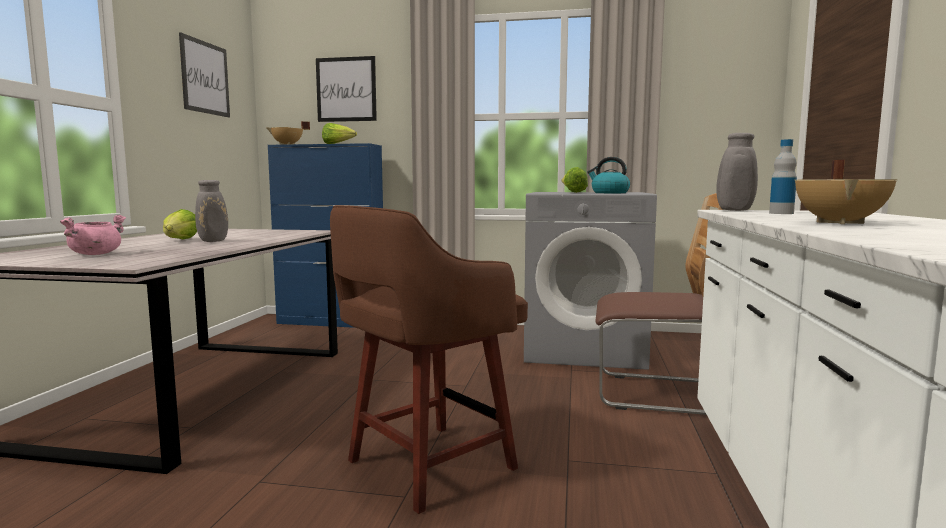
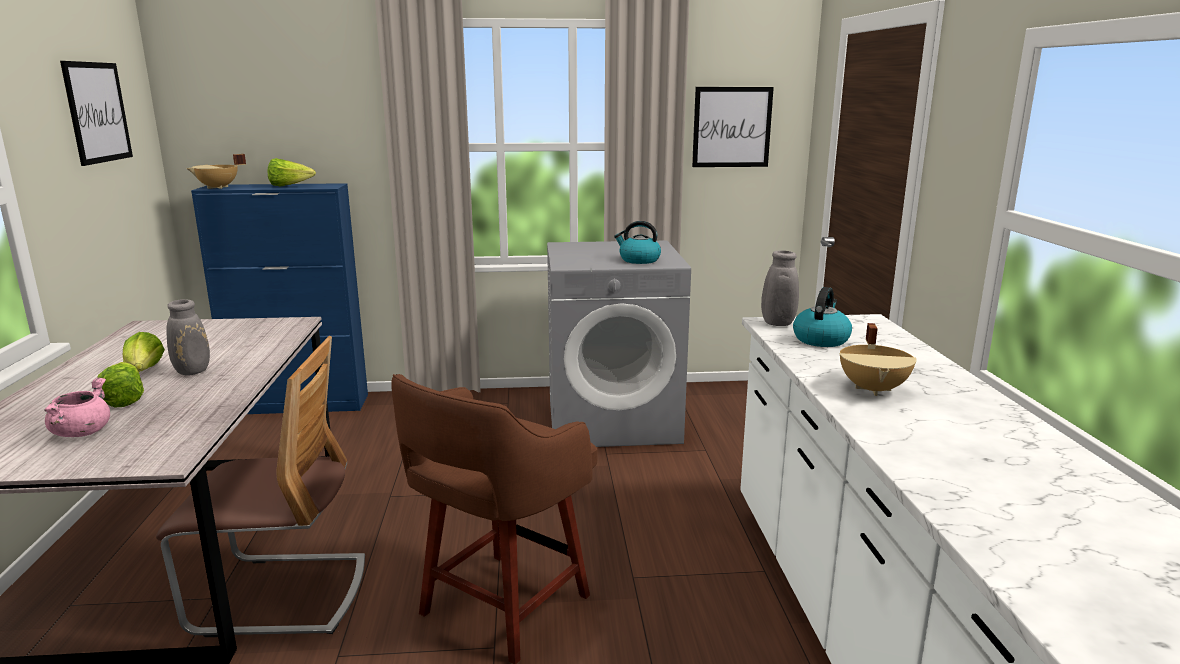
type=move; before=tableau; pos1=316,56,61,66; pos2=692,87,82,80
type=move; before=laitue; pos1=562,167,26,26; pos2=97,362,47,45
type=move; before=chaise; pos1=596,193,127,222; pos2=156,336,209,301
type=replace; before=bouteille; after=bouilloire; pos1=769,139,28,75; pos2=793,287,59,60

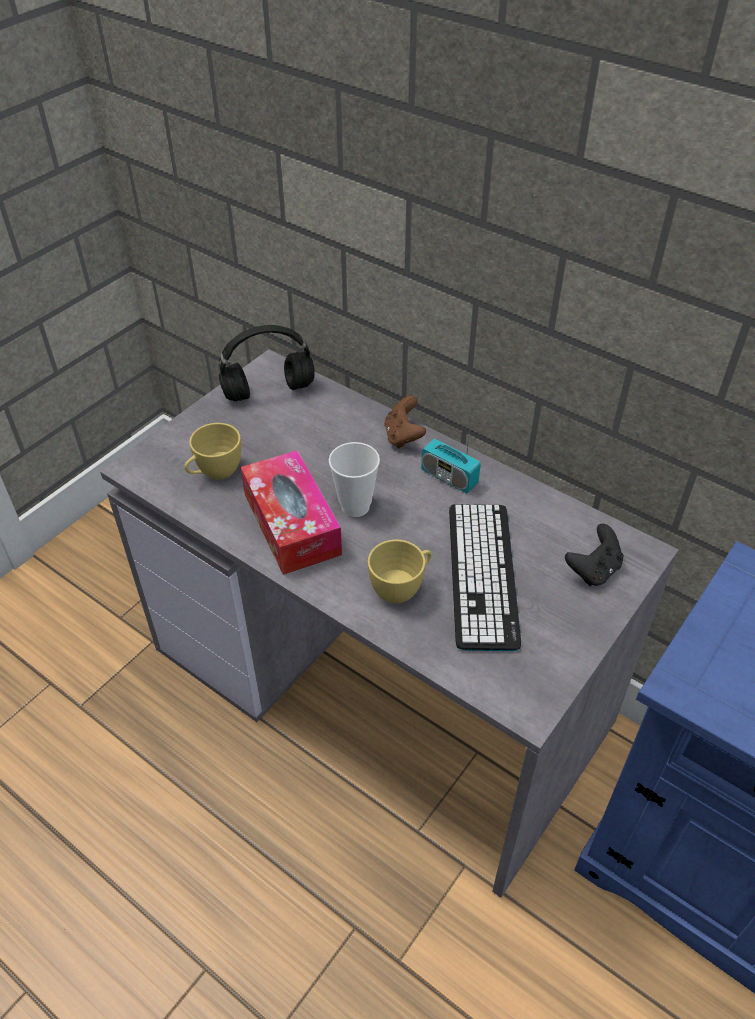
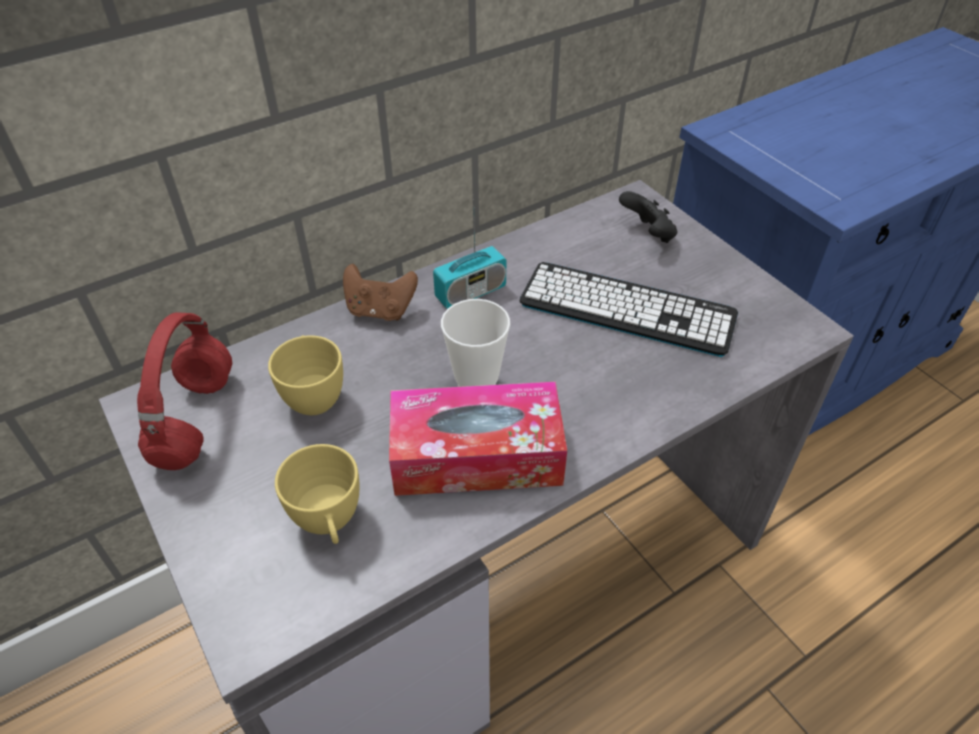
type=recolor; before=casque audio [noir]; after=casque audio [rouge]; pos1=219,325,96,77; pos2=137,312,95,158
type=move; before=tasse [jaune]; pos1=368,540,64,64; pos2=268,335,75,80

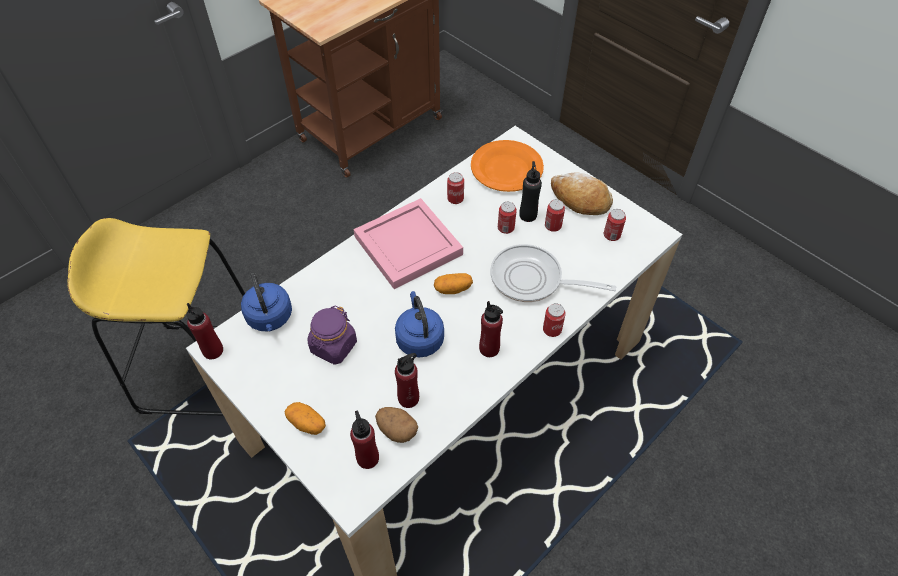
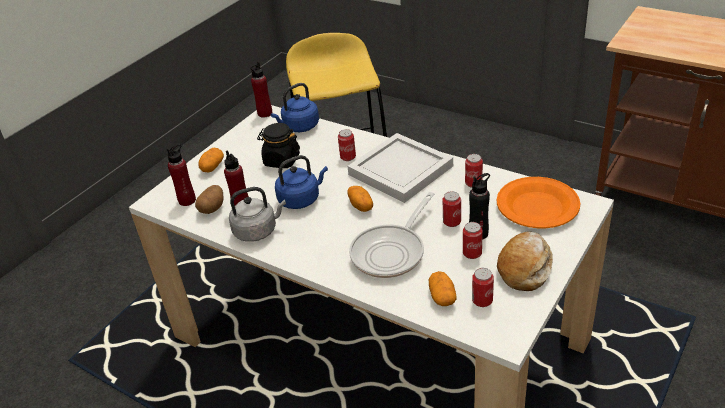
type=recolor; before=bocal [violet]; after=bocal [noir]; pos1=308,305,49,60; pos2=257,123,43,45
type=recolor; before=plateau [rose]; after=plateau [blanc]; pos1=353,198,110,91; pos2=347,133,106,70
type=delete; before=bouteille [rouge]; pos1=479,301,24,56
type=rotate; before=poêle; pos1=490,244,127,58; pos2=349,192,85,86; turn=-150
type=move; before=boîte métallique; pos1=543,303,23,34; pos2=338,129,18,32
type=insert; after=bouilloire [gris]; pos2=229,187,57,55
type=insert; after=pomme de terre; pos2=429,271,28,35

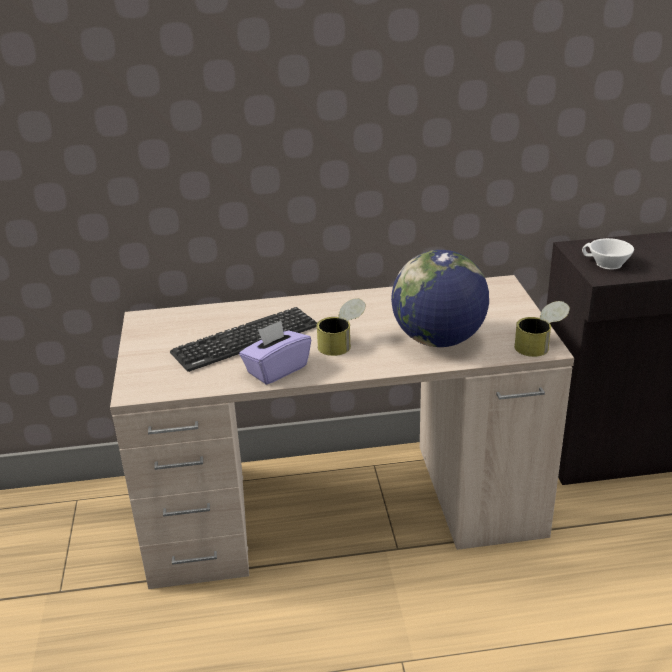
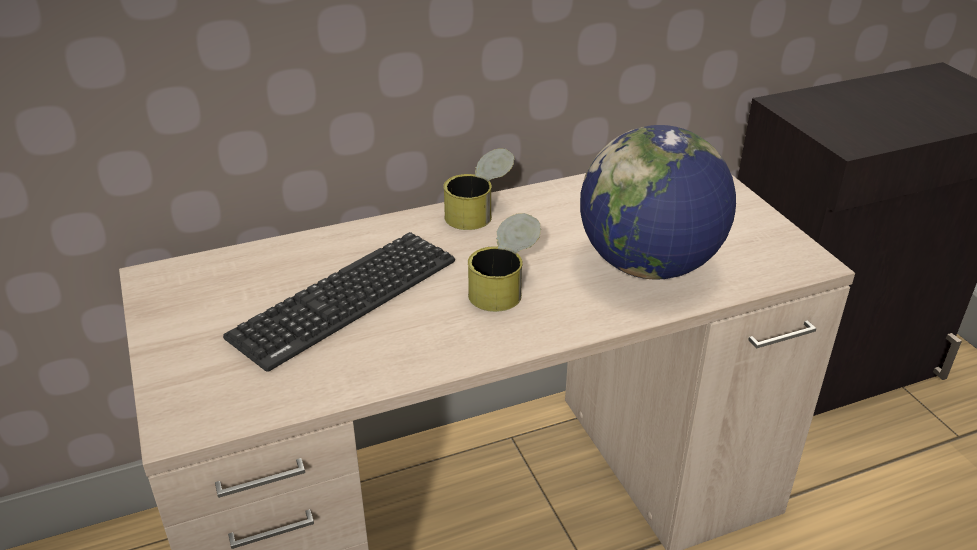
type=delete; before=boîte à mouchoirs [violet]; pos1=239,321,72,64
type=move; before=boîte métallique; pos1=514,301,56,56; pos2=443,148,72,82
type=delete; before=tasse [blanc]; pos1=582,238,52,32

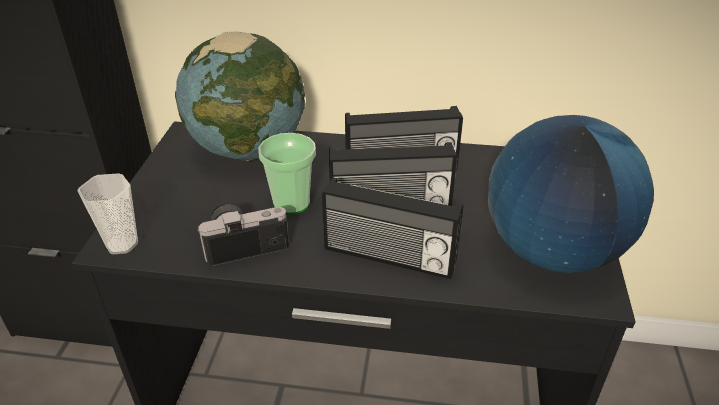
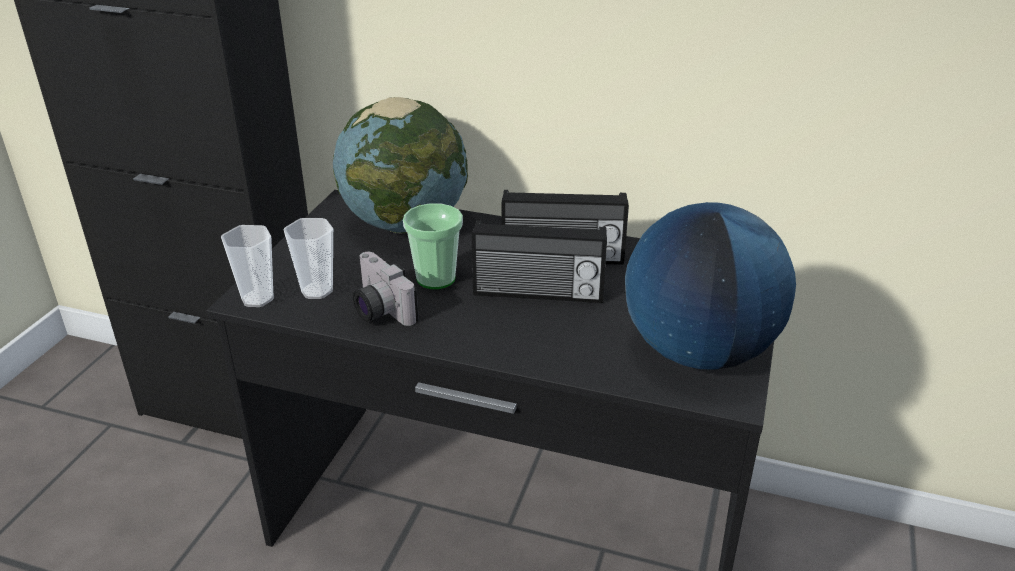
type=rotate; before=appareil photo; pos1=197,203,92,63; pos2=353,252,66,74; turn=-120
type=delete; before=radio; pos1=322,178,141,101
type=insert; after=tasse; pos2=284,218,49,81

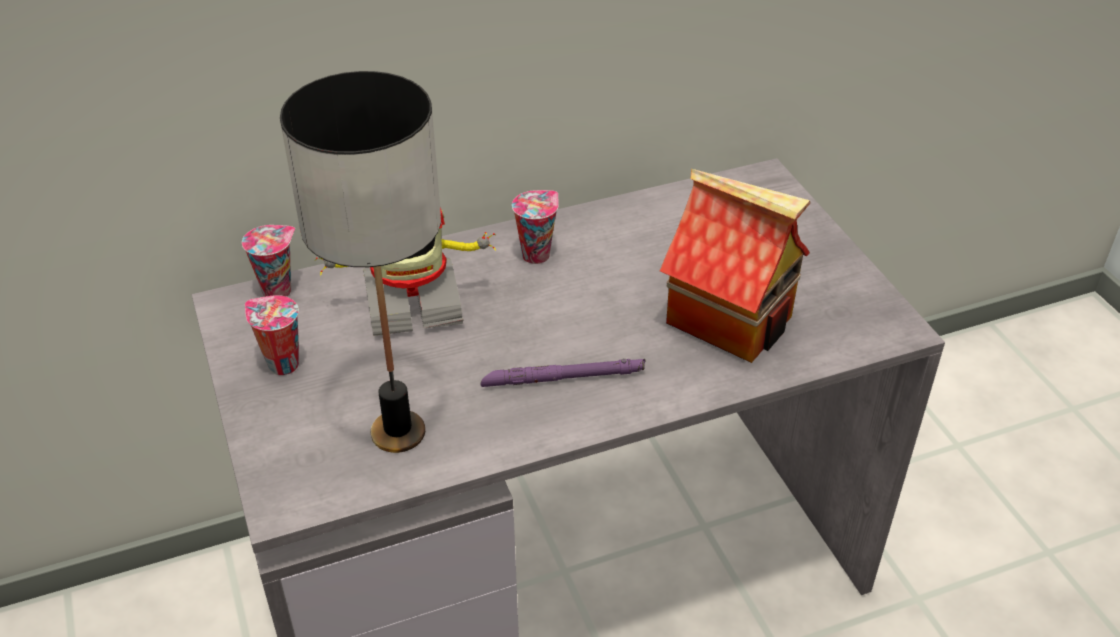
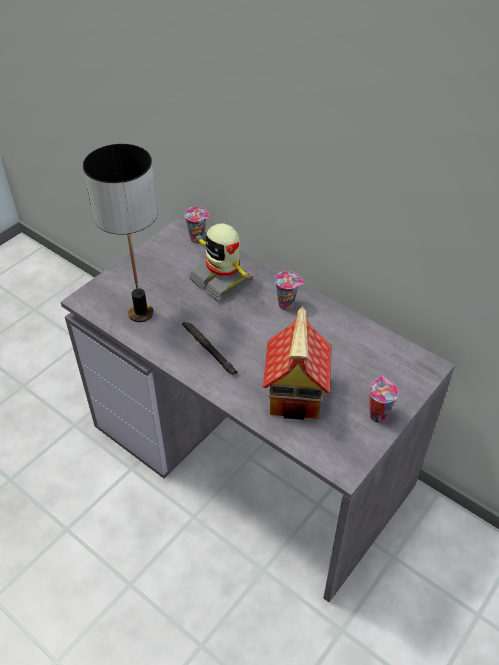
type=move; before=tasse; pos1=245,295,54,80; pos2=369,376,29,47
type=recolor; before=lampe de poche [violet]; after=lampe de poche [noir]; pos1=481,358,164,29; pos2=182,322,56,53

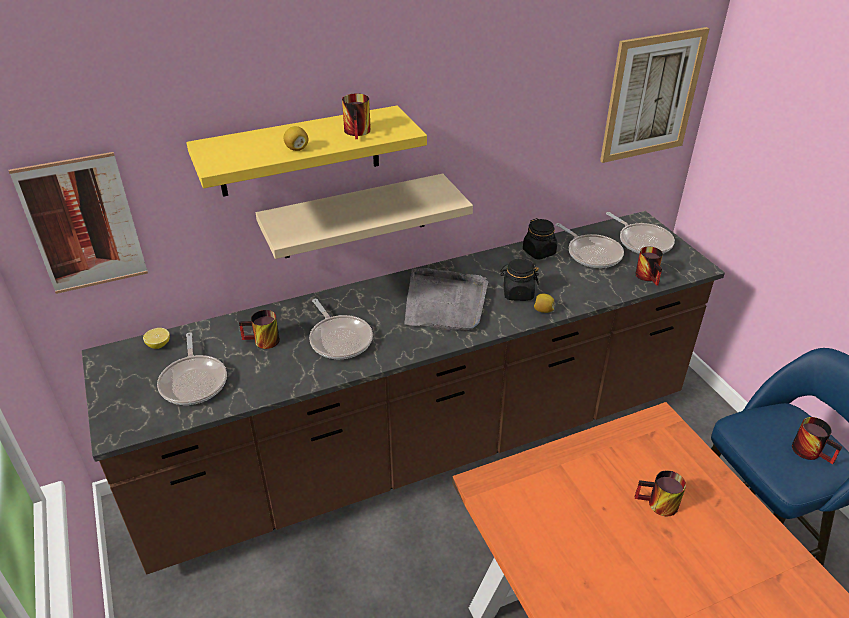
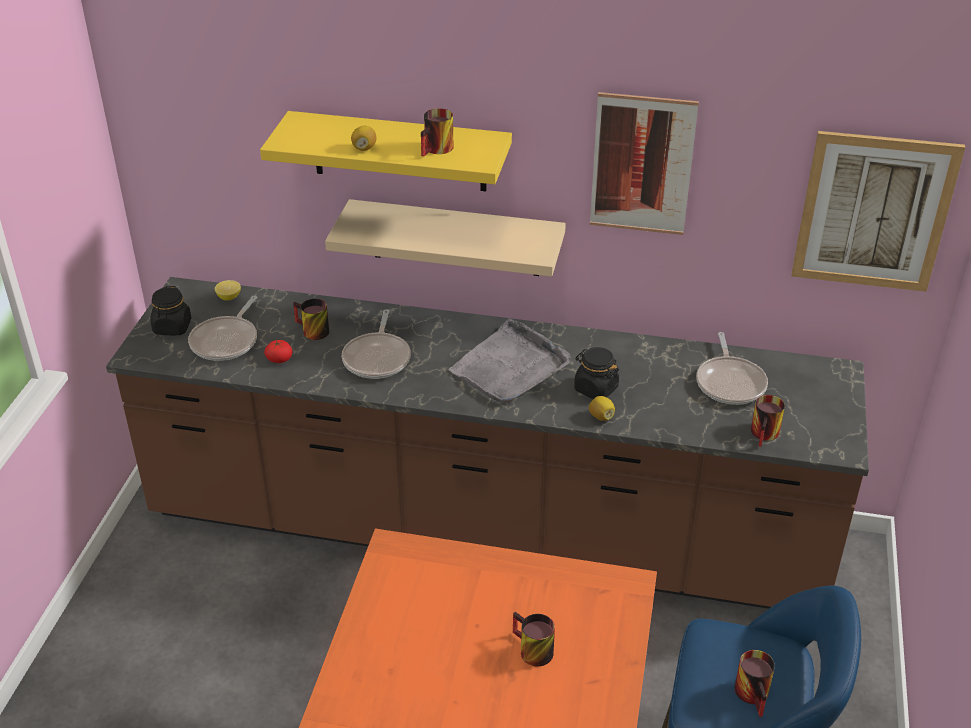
type=move; before=tableau; pos1=9,152,139,142; pos2=590,92,109,143
type=move; before=bocal [noir]; pos1=523,218,34,42; pos2=150,286,42,50
type=delete; before=poêle; pos1=606,212,69,42
type=insert; after=tomate; pos2=264,340,29,23

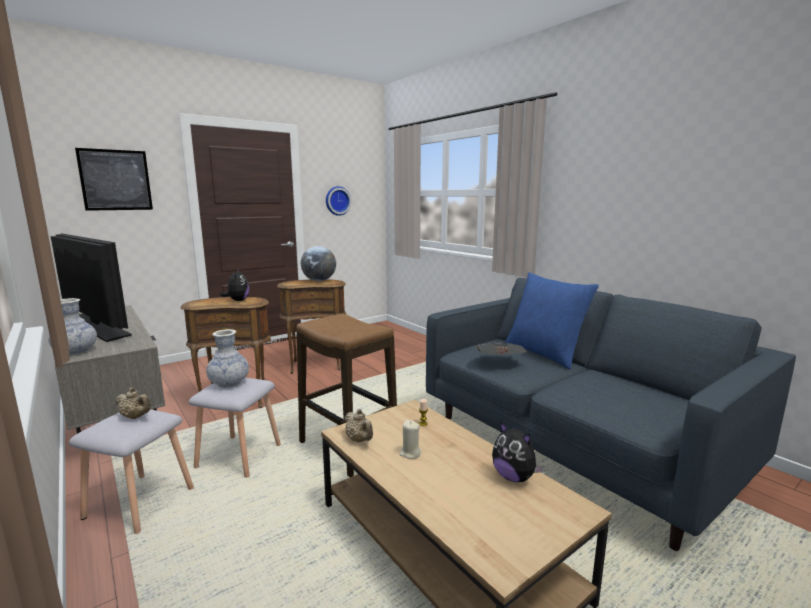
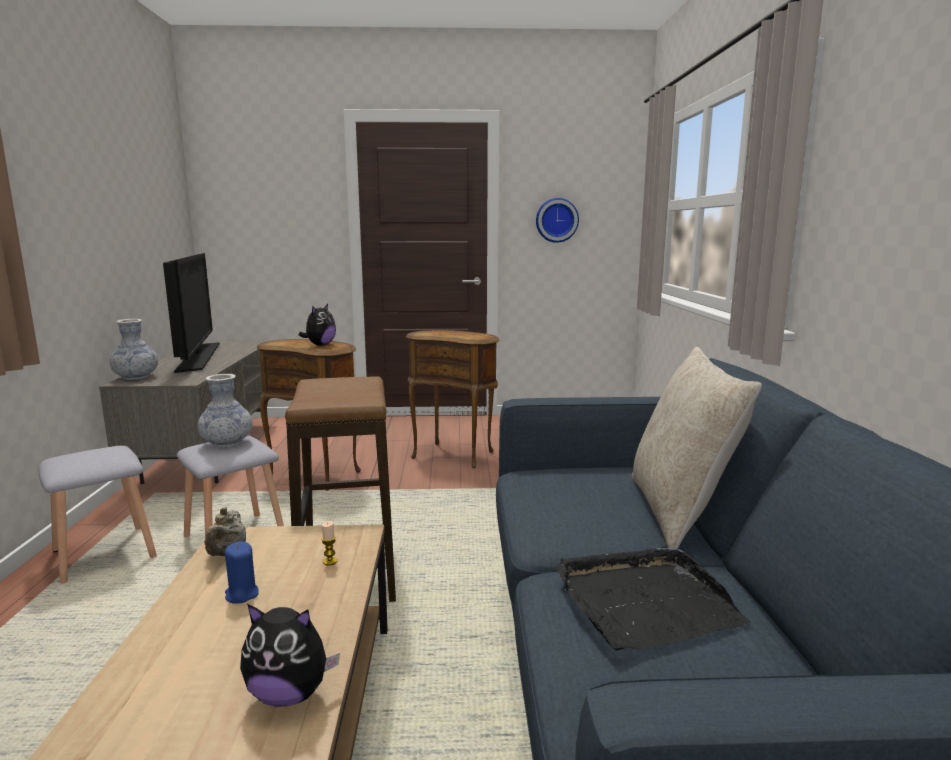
type=delete; before=tableau; pos1=75,148,78,63
type=delete; before=théière [beige]; pos1=115,387,36,32
type=delete; before=globe; pos1=301,246,35,35
type=recolor; before=bougie [beige]; after=bougie [bleu]; pos1=399,420,22,39; pos2=225,541,34,63
type=delete; before=journal; pos1=474,343,53,12
type=rotate; before=peluche; pos1=492,422,53,60; pos2=240,604,100,103; turn=-75
type=recolor; before=coussin [bleu]; after=coussin [beige]; pos1=505,272,94,97; pos2=632,347,130,202
type=insert; after=plateau [noir]; pos2=556,547,194,104

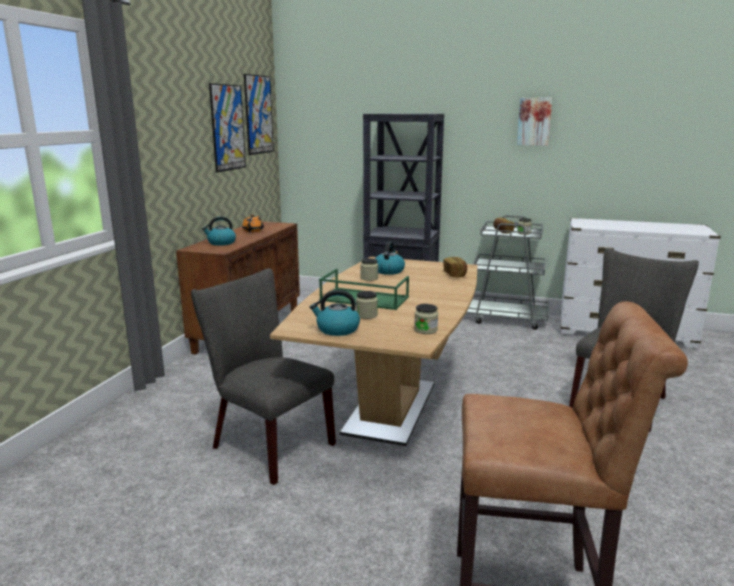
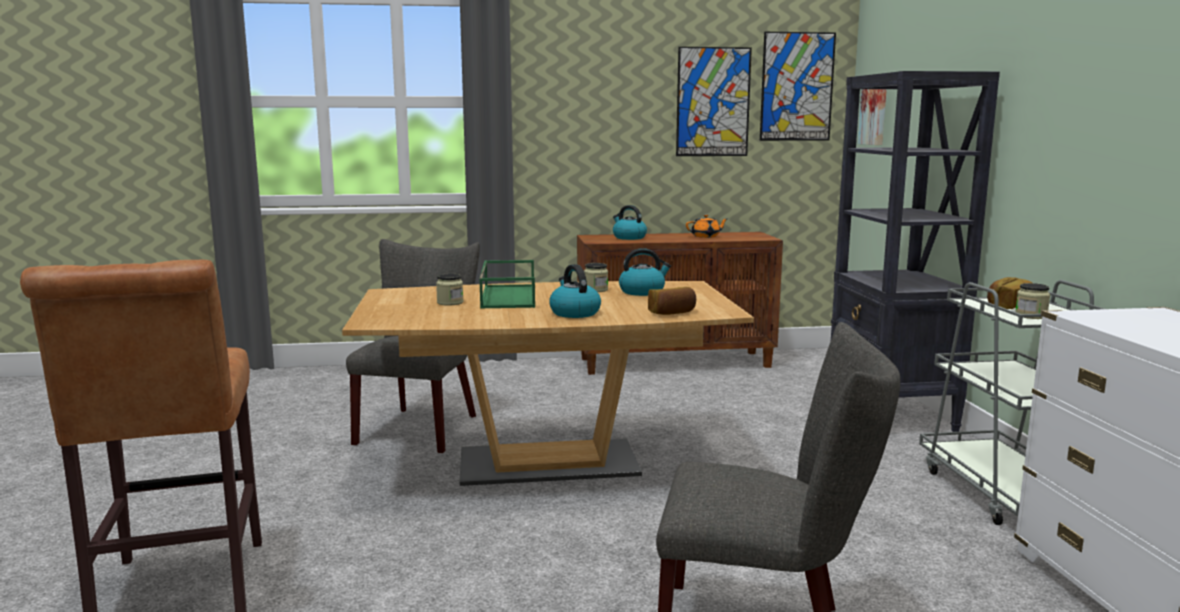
type=move; before=bouilloire; pos1=310,290,50,46; pos2=549,264,52,54
type=delete; before=bocal; pos1=414,304,24,30
type=move; before=tableau; pos1=517,97,36,49; pos2=858,89,29,56

